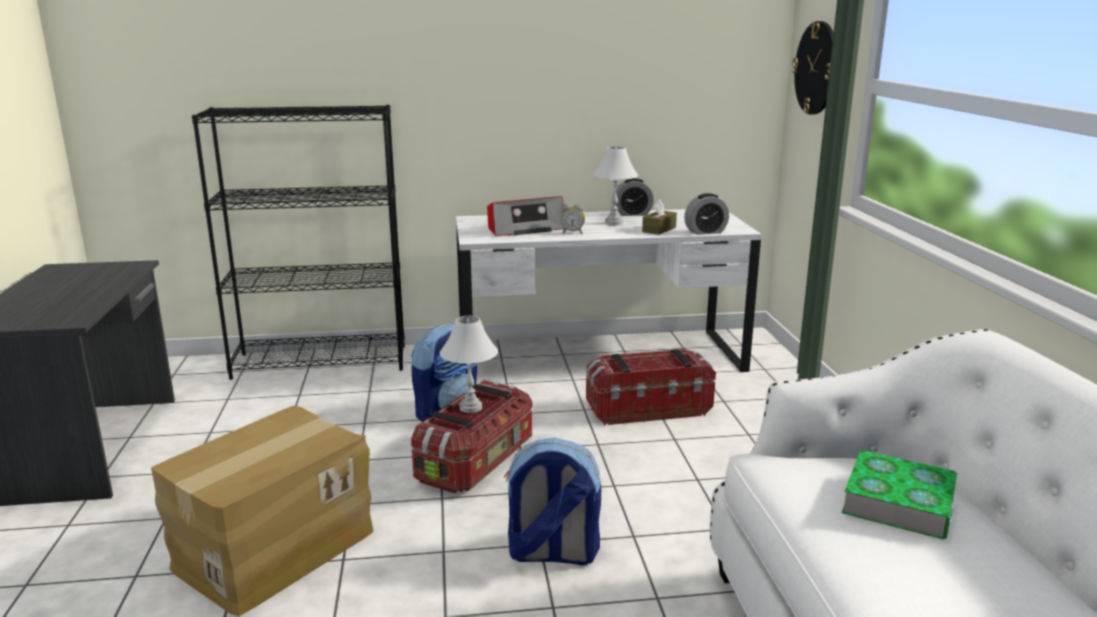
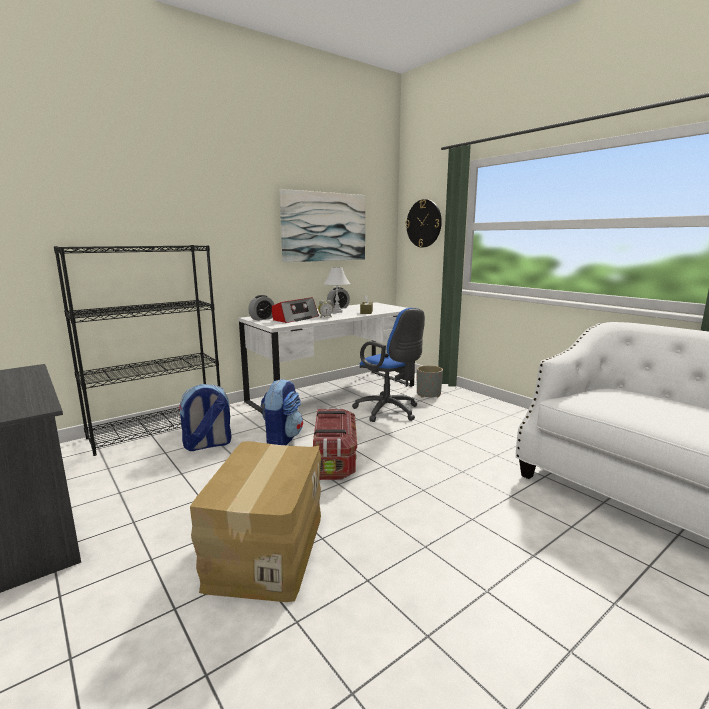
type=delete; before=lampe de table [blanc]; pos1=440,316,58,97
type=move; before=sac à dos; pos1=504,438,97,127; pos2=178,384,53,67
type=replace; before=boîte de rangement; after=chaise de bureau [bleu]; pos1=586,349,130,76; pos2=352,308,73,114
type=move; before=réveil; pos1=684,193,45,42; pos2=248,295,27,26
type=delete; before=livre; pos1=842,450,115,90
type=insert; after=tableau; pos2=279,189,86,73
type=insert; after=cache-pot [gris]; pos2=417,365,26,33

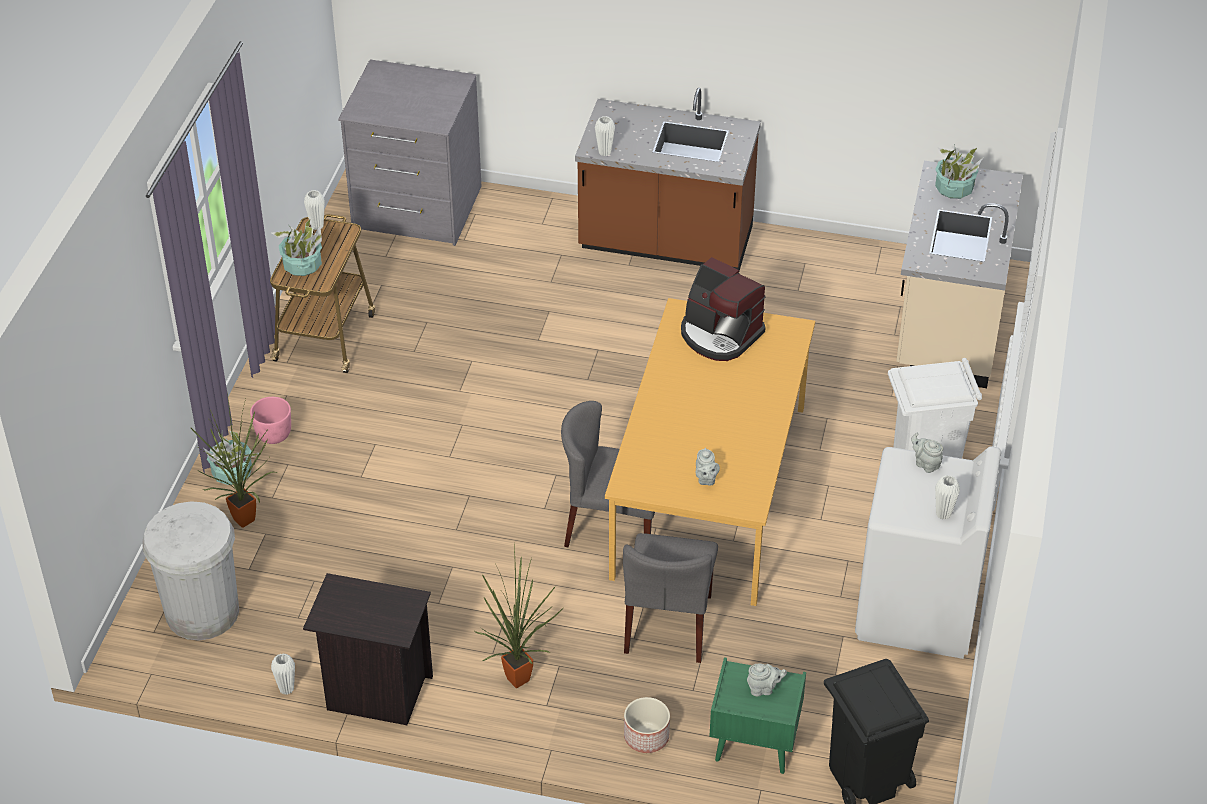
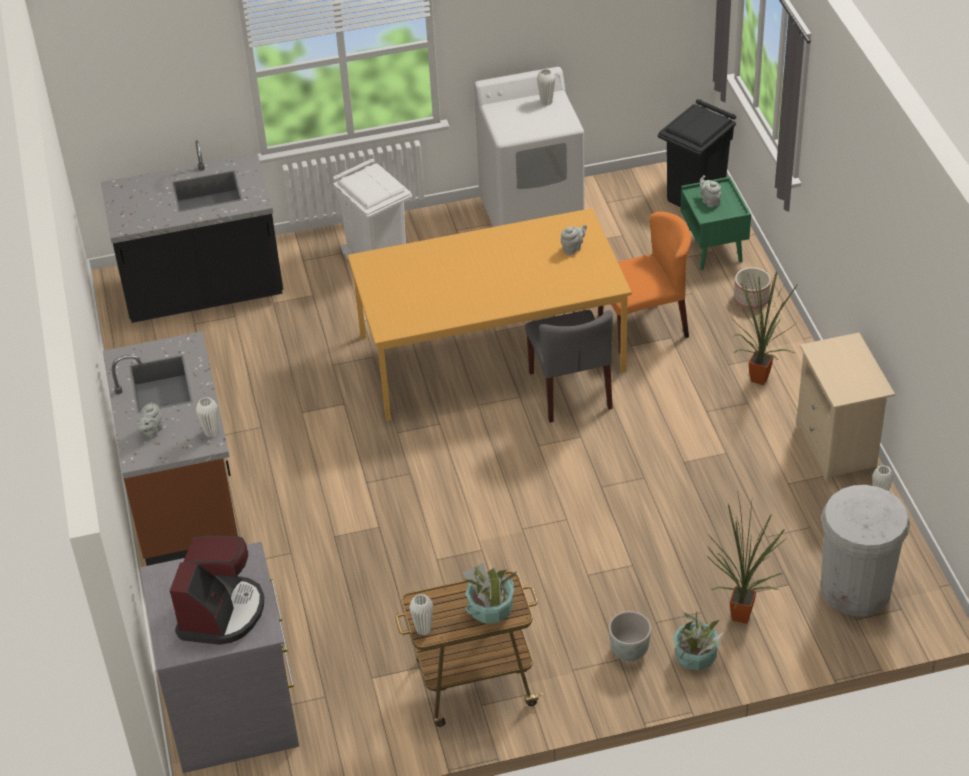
type=recolor; before=cache-pot [rose]; after=cache-pot [gris]; pos1=250,397,41,47; pos2=609,611,42,50
type=recolor; before=table de chevet [noir]; after=table de chevet [beige]; pos1=303,573,130,152; pos2=796,333,99,150
type=recolor; before=chaise [gris]; after=chaise [orange]; pos1=623,533,95,130; pos2=598,212,93,141
type=move; before=machine à café; pos1=681,257,85,104; pos2=170,536,94,109
type=recolor; before=comptoir de cuisine [beige]; after=comptoir de cuisine [noir]; pos1=896,161,127,227; pos2=101,140,182,183
type=move; before=théière [gris]; pos1=911,433,32,40; pos2=137,402,25,36
type=delete; before=plante en pot; pos1=935,144,48,55

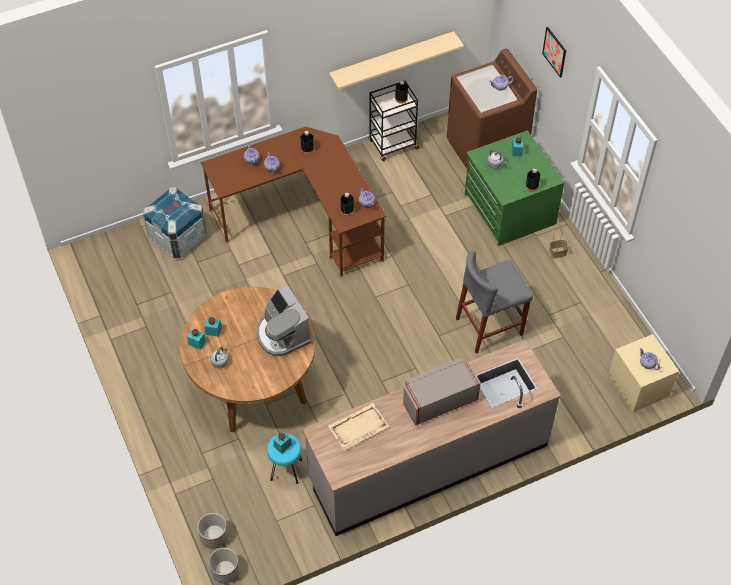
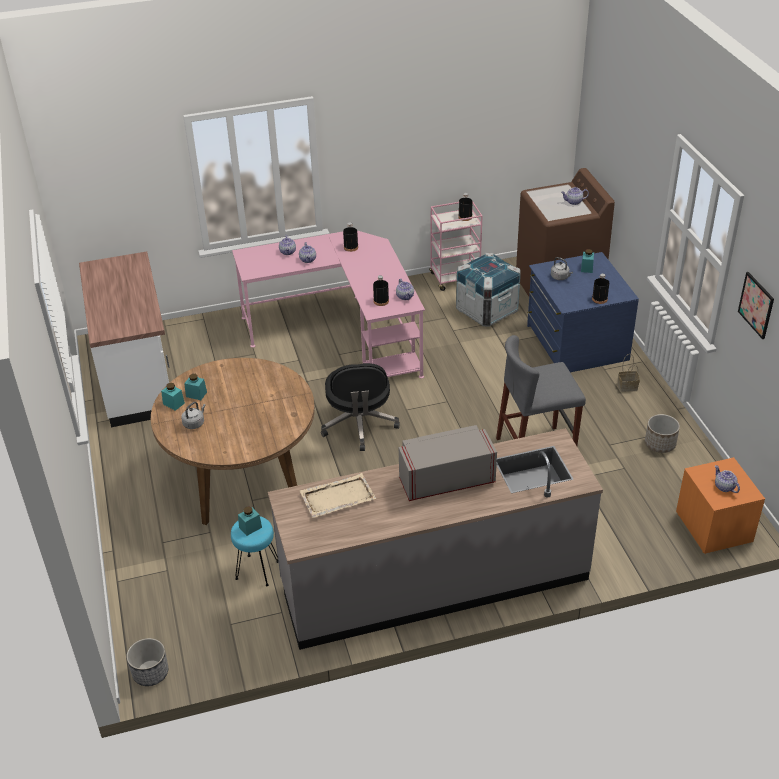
type=move; before=caisse; pos1=143,187,63,71; pos2=456,253,65,74
type=move; before=cache-pot; pos1=197,513,31,36; pos2=645,414,35,39
type=recolor; before=bureau [marron]; after=bureau [rose]; pos1=200,127,187,151; pos2=232,230,193,149
type=delete; before=machine à café; pos1=256,286,56,70
type=delete; before=étagère [beige]; pos1=329,31,135,59
type=recolor; before=chariot [noir]; after=chariot [rose]; pos1=368,81,53,80; pos2=429,201,53,90
type=recolor; before=commode [vert]; after=commode [bleu]; pos1=465,130,100,116; pos2=527,252,112,120
type=move; before=tableau; pos1=542,27,24,51; pos2=738,272,36,67
type=recolor; before=table de chevet [beige]; after=table de chevet [orange]; pos1=608,334,71,78; pos2=676,457,89,97
type=insert; after=comptoir de cuisine [blanc]; pos2=79,251,90,176
type=insert; after=chaise de bureau [noir]; pos2=321,363,79,88

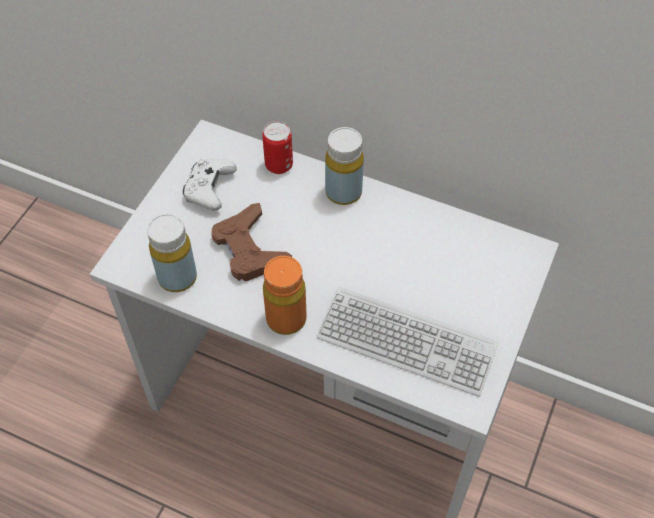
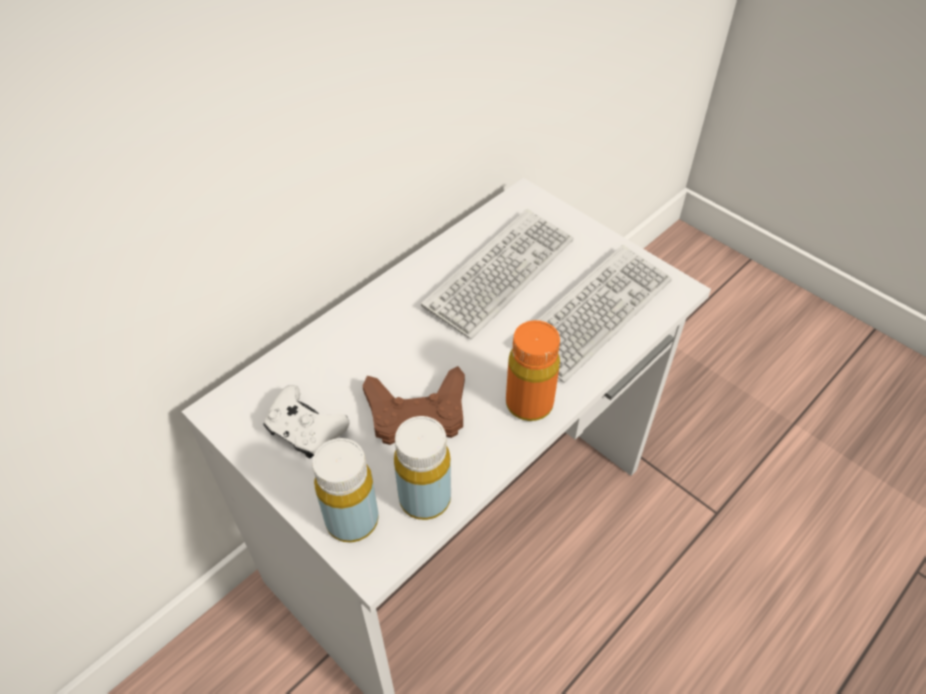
type=delete; before=boîte métallique; pos1=262,121,31,53
type=move; before=bouteille [jaune]; pos1=325,127,39,78; pos2=312,438,67,104
type=insert; after=clavier; pos2=421,209,153,130

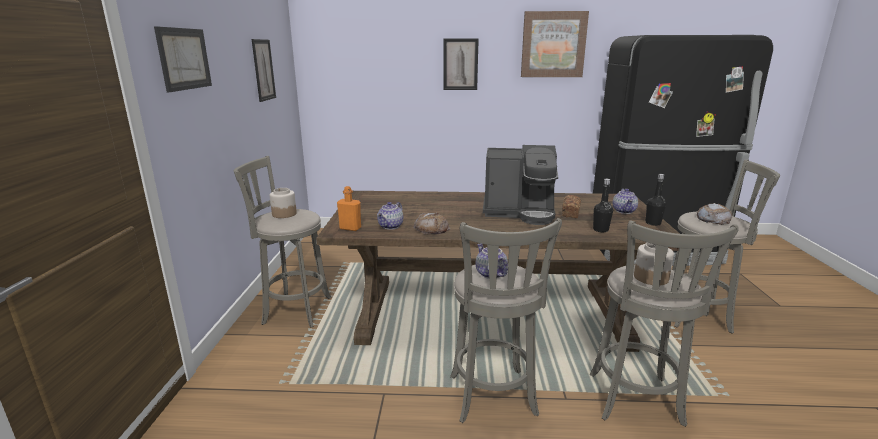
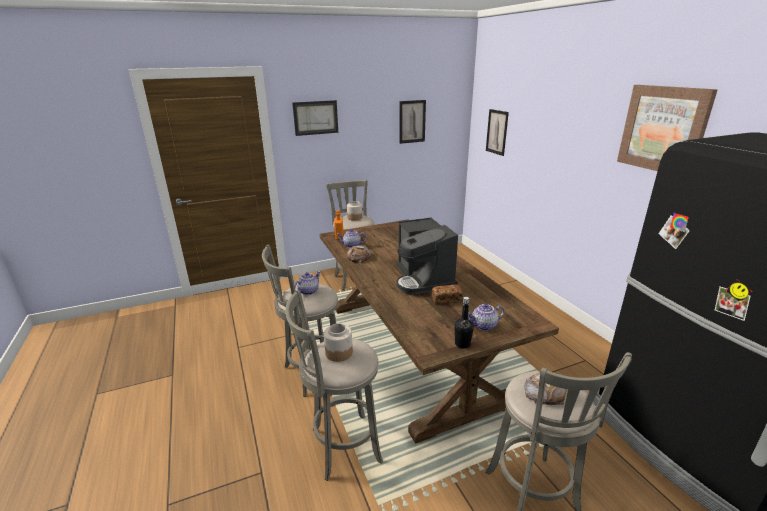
type=move; before=tableau; pos1=443,38,36,52; pos2=486,109,23,47
type=delete; before=bouteille [noir]; pos1=593,179,20,53

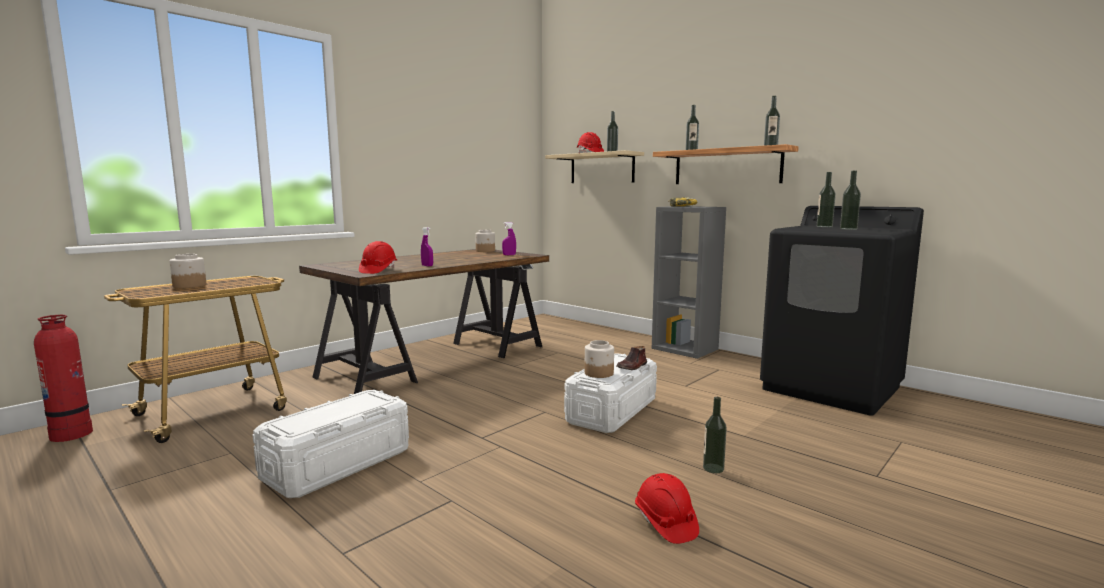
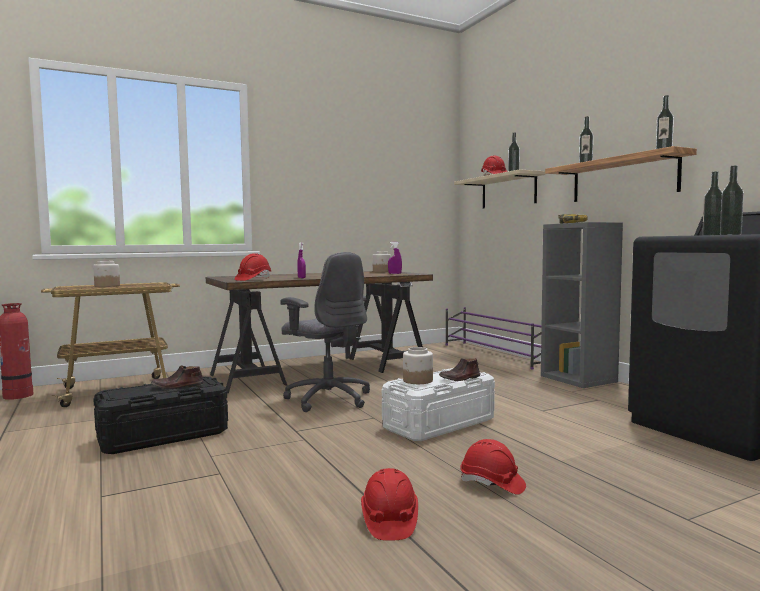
type=recolor; before=boîte de rangement [blanc]; after=boîte de rangement [noir]; pos1=253,390,156,108; pos2=93,377,135,77
type=replace; before=bouteille; after=casque de chantier [rouge]; pos1=703,397,24,76; pos2=460,439,66,56
type=insert; after=chaussure [marron]; pos2=151,366,53,23
type=insert; after=chaise de bureau [gris]; pos2=280,252,90,160
type=insert; after=étagère à chaussures [violet]; pos2=446,307,96,63

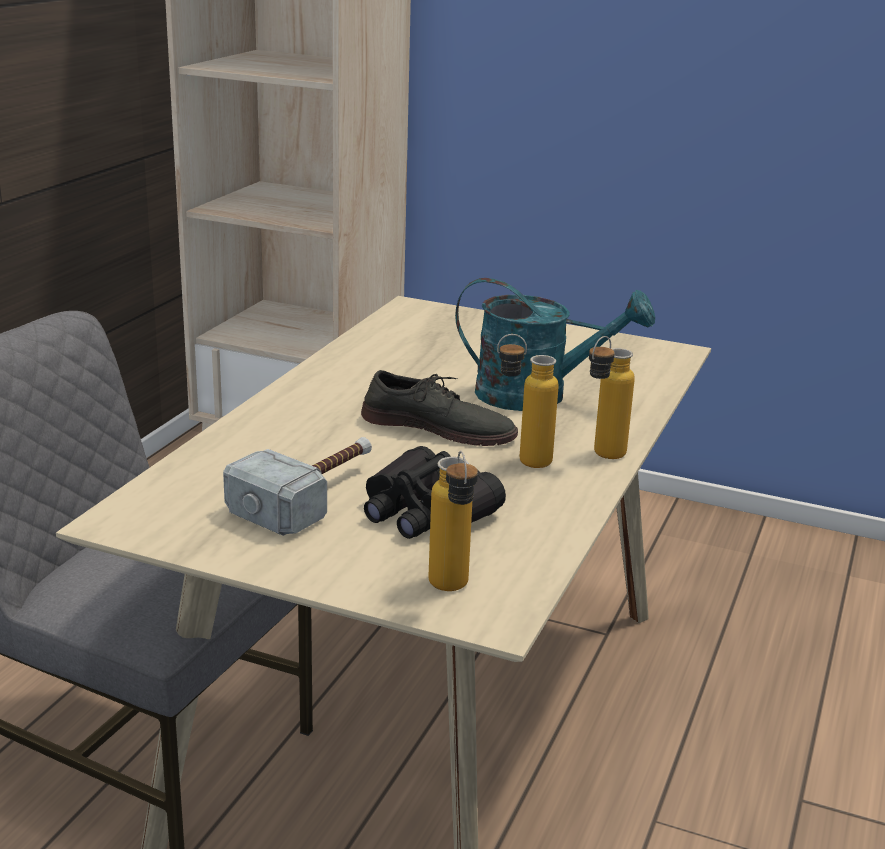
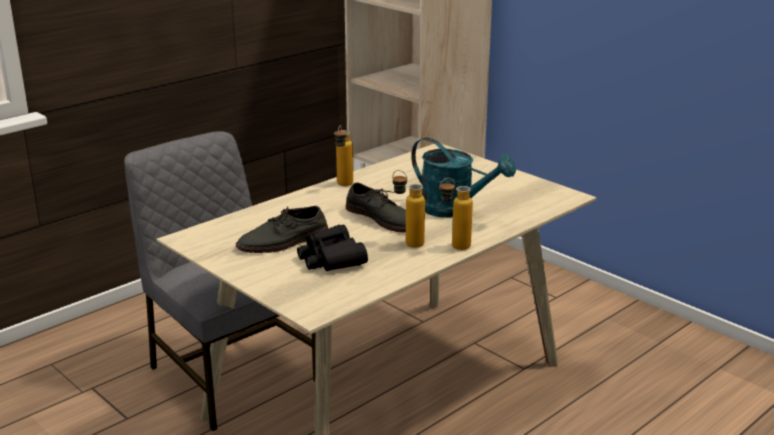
type=replace; before=marteau; after=chaussure [gris]; pos1=223,437,149,99; pos2=236,206,92,47
type=move; before=bouteille; pos1=428,451,50,140; pos2=334,125,19,61

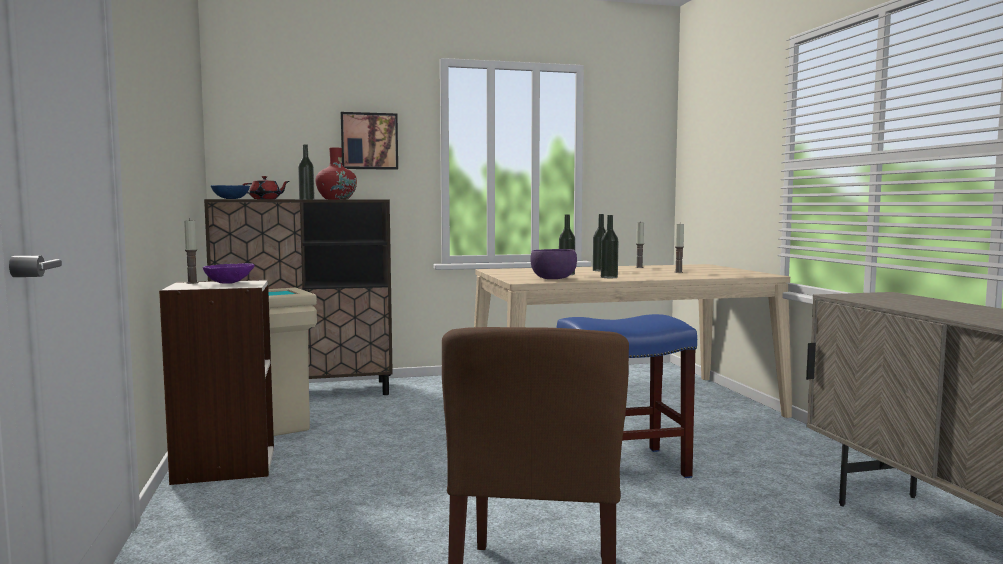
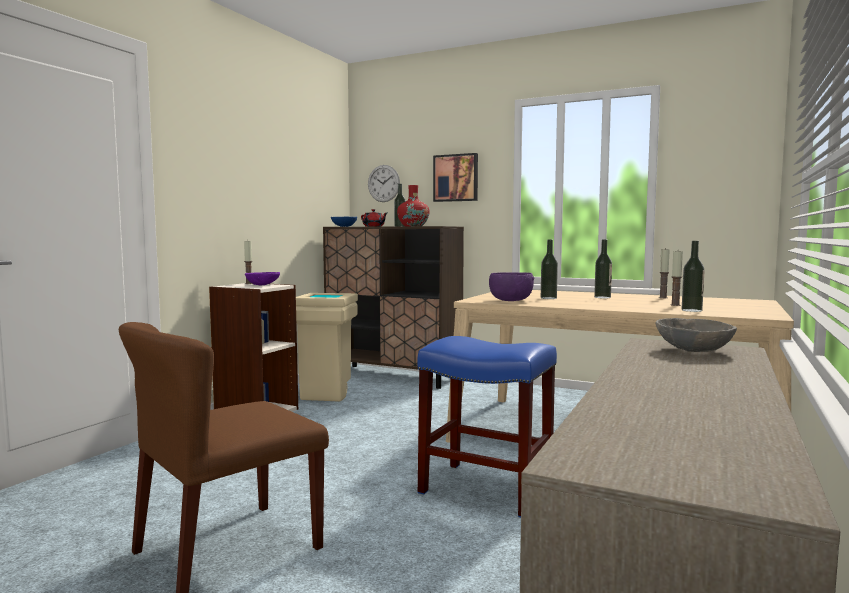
type=move; before=bouteille; pos1=601,215,17,63; pos2=682,241,23,71
type=insert; after=horloge murale; pos2=368,165,32,37
type=insert; after=bol [gris]; pos2=656,318,81,34

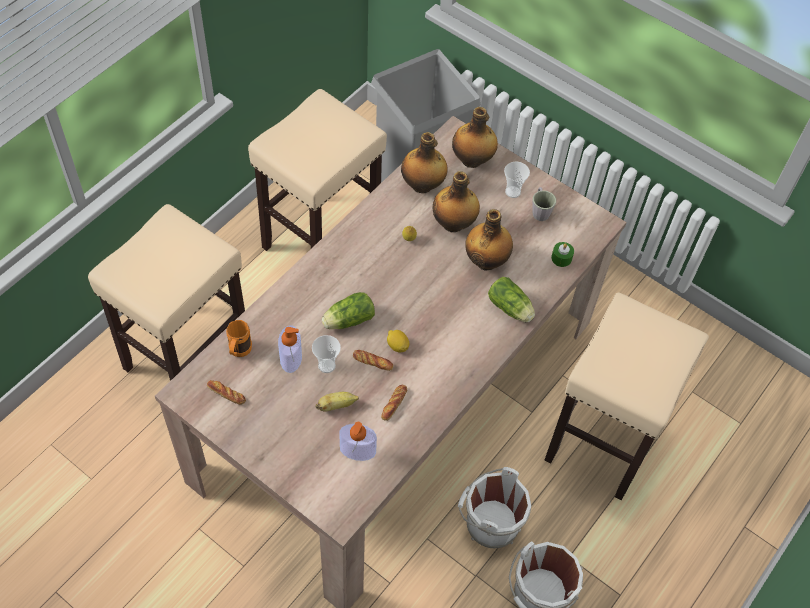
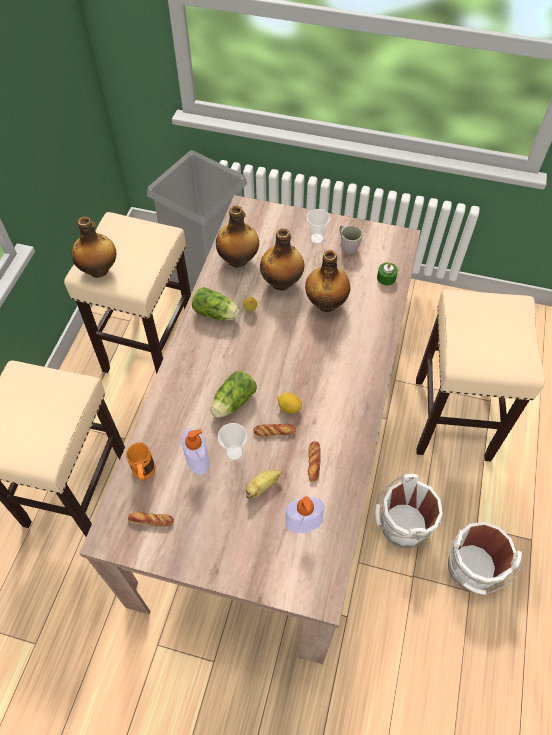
type=move; before=bouteille; pos1=452,107,46,61; pos2=72,216,44,62
type=move; before=laitue; pos1=488,277,47,45; pos2=192,287,48,34

